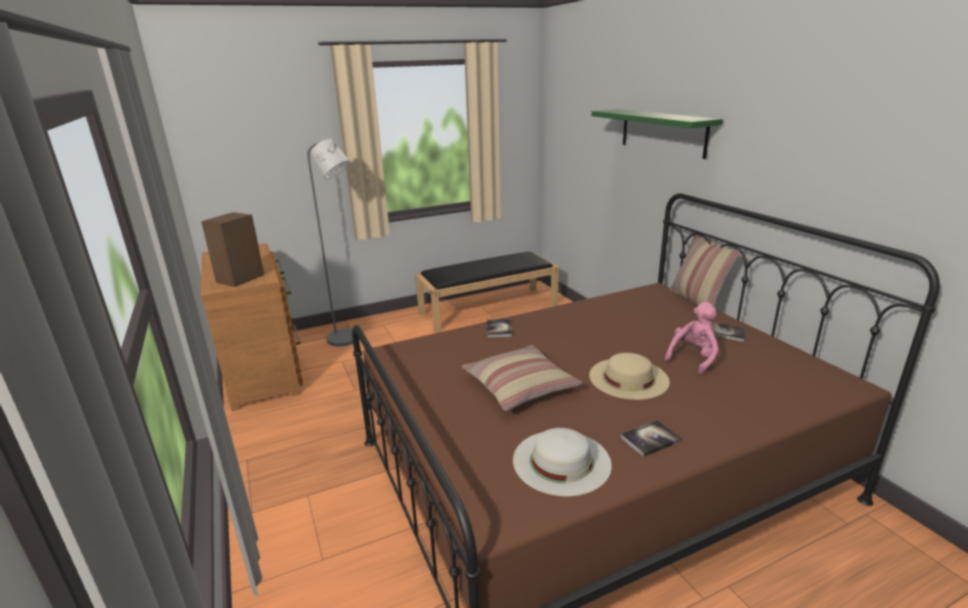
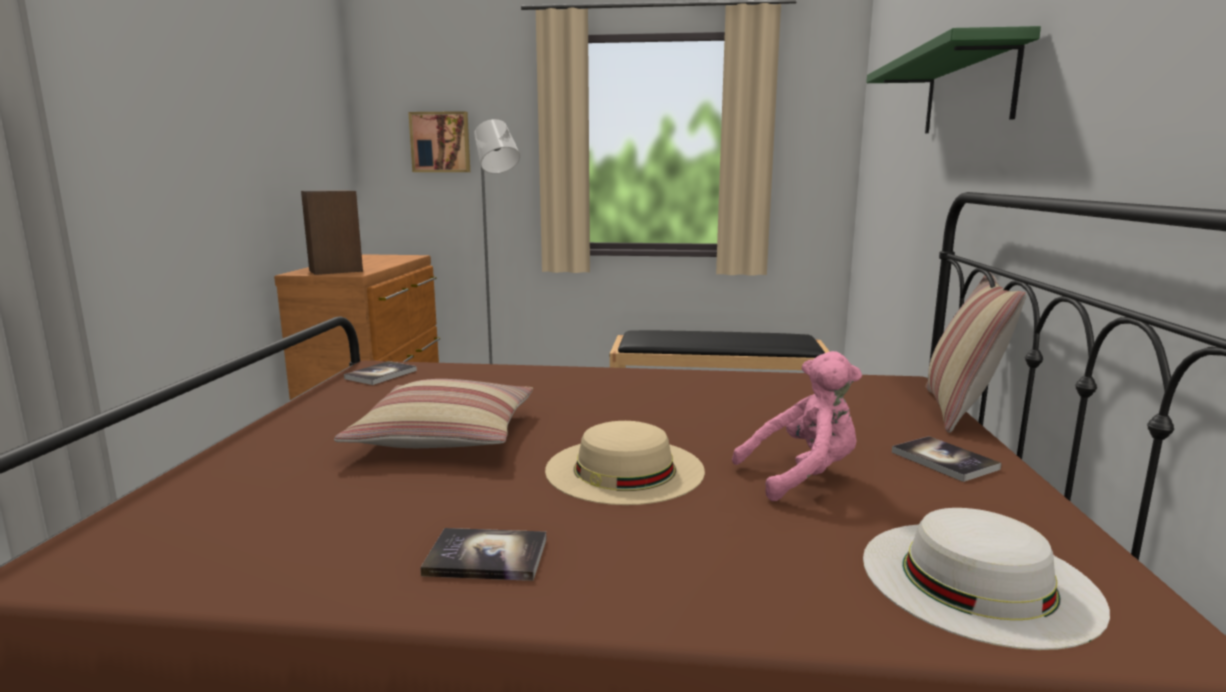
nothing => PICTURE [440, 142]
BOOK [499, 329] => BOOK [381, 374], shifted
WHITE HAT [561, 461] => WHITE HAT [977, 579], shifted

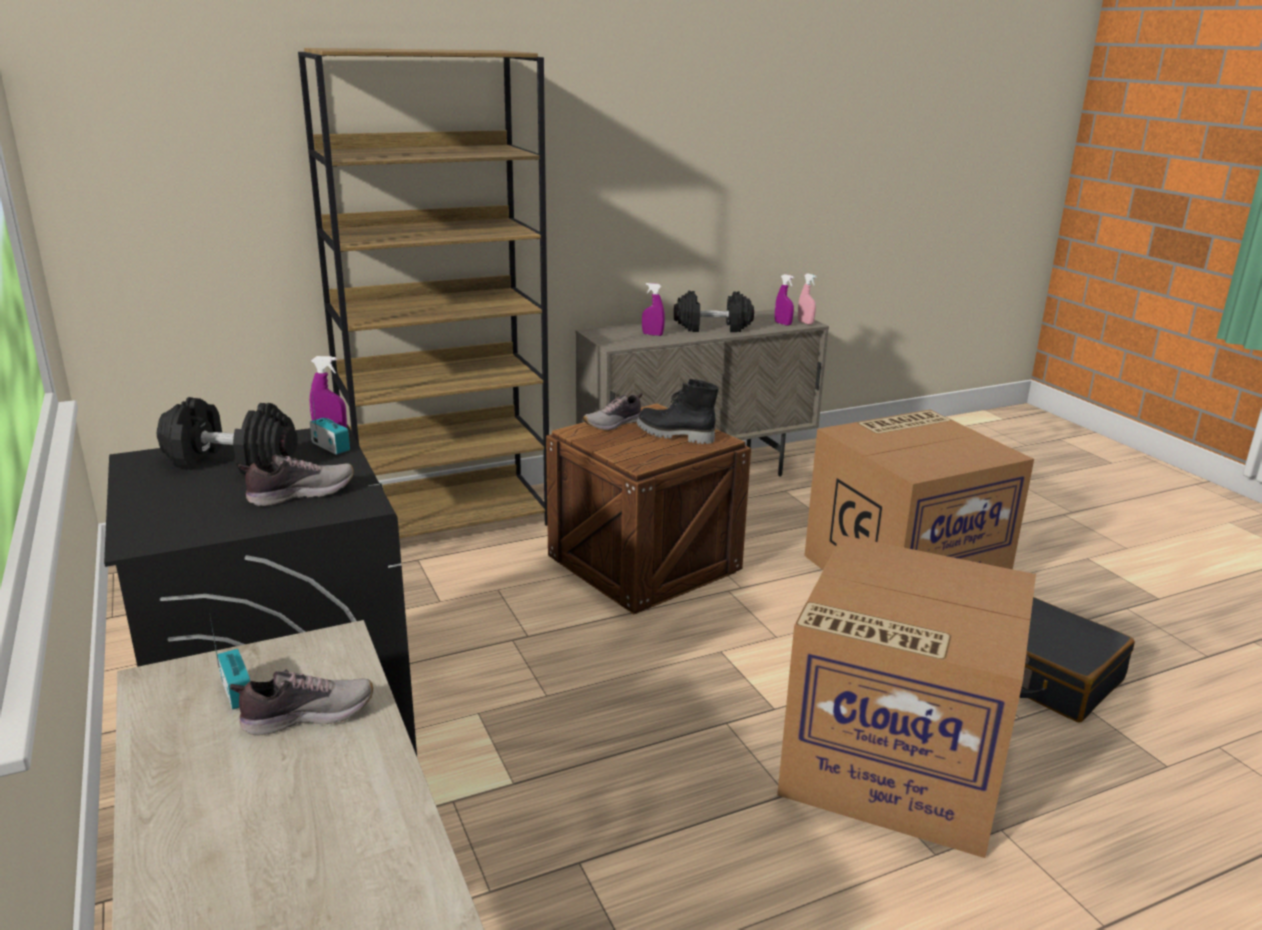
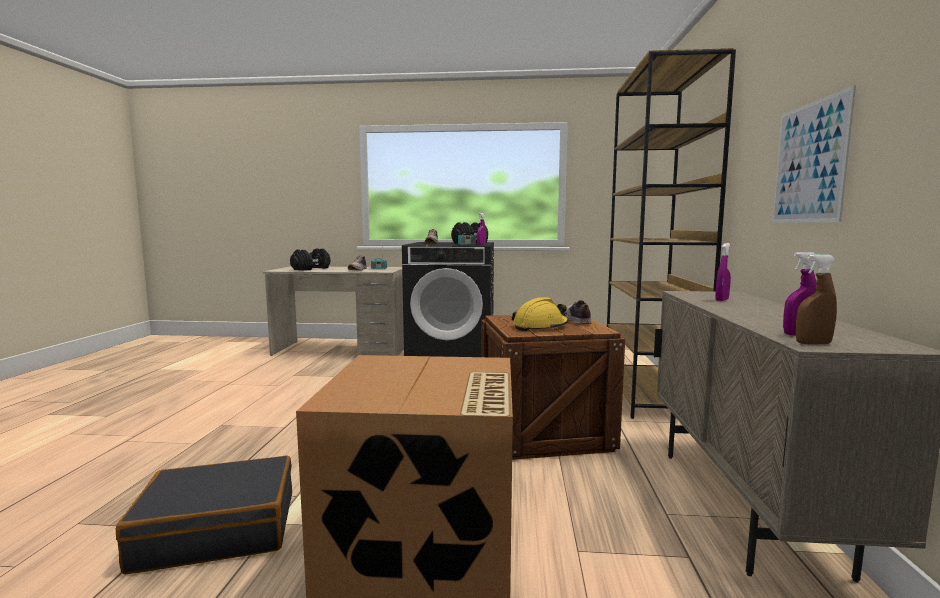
CARDBOARD BOX [891, 763] => nothing
nothing => PICTURE [809, 163]
BLACK DUMBBELL [712, 328] => BLACK DUMBBELL [311, 269], shifted
BLACK BOOT [674, 435] => YELLOW HARD HAT [540, 327]
PINK SPRAY BOTTLE [805, 323] => BROWN SPRAY BOTTLE [813, 343]

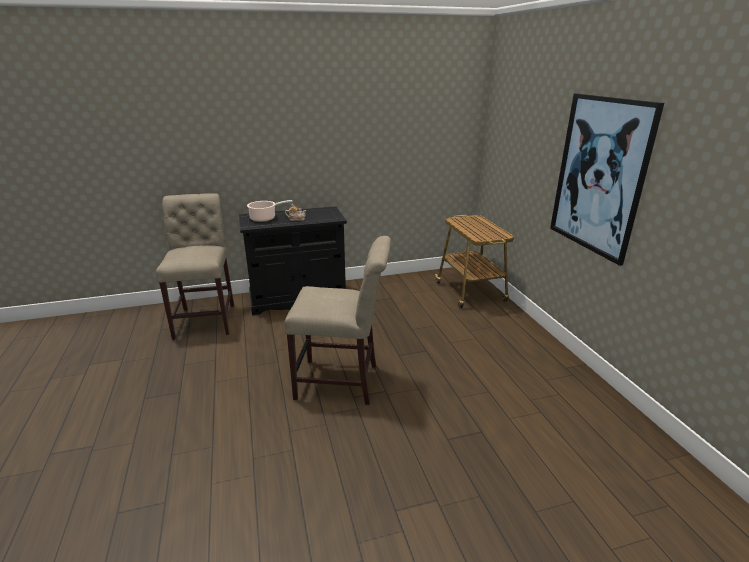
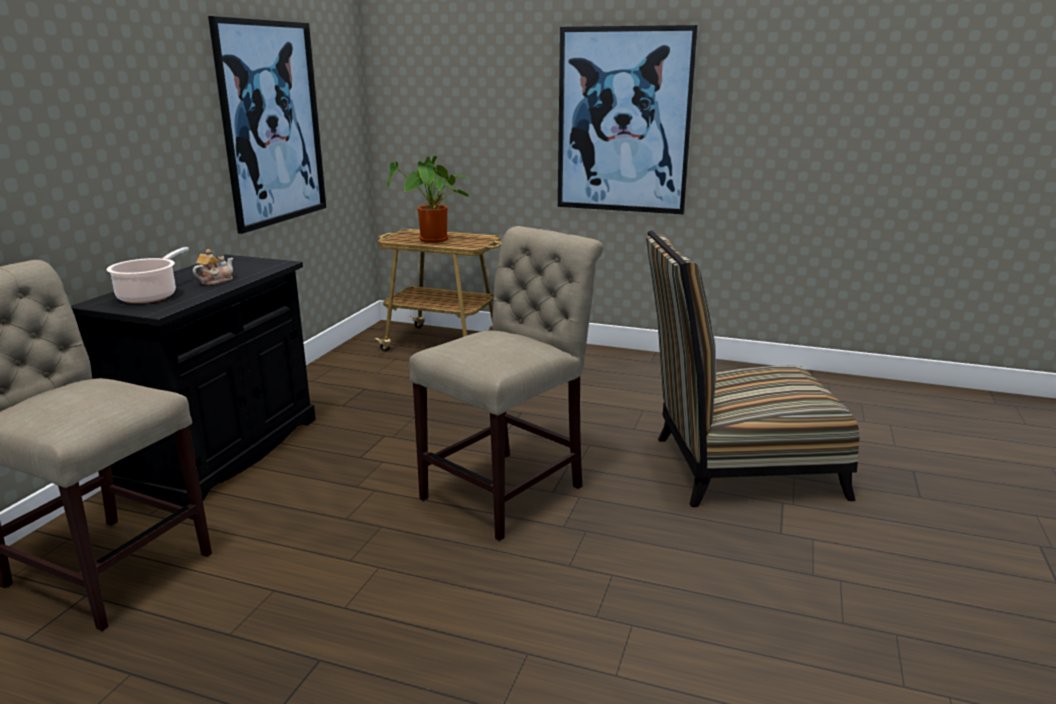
nothing => PICTURE [272, 124]
nothing => POTTED PLANT [433, 241]
nothing => CHAIR [735, 467]

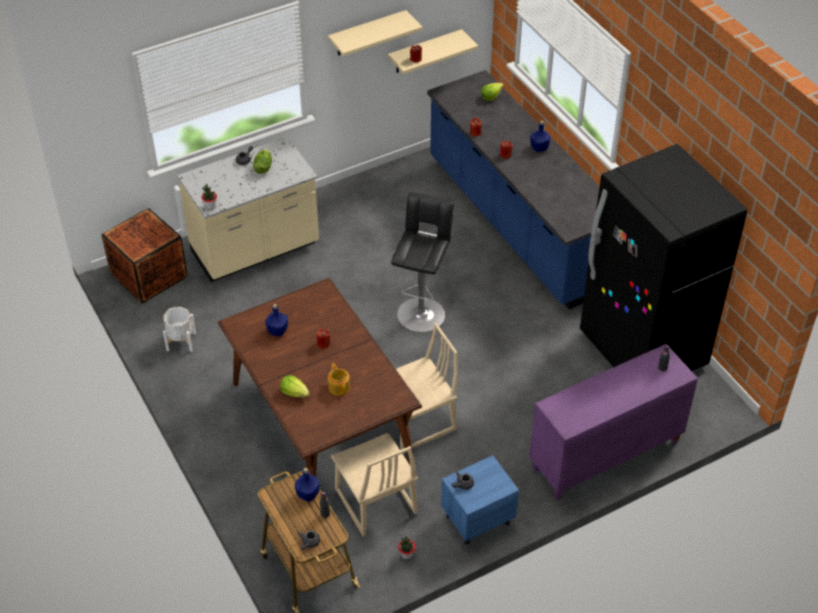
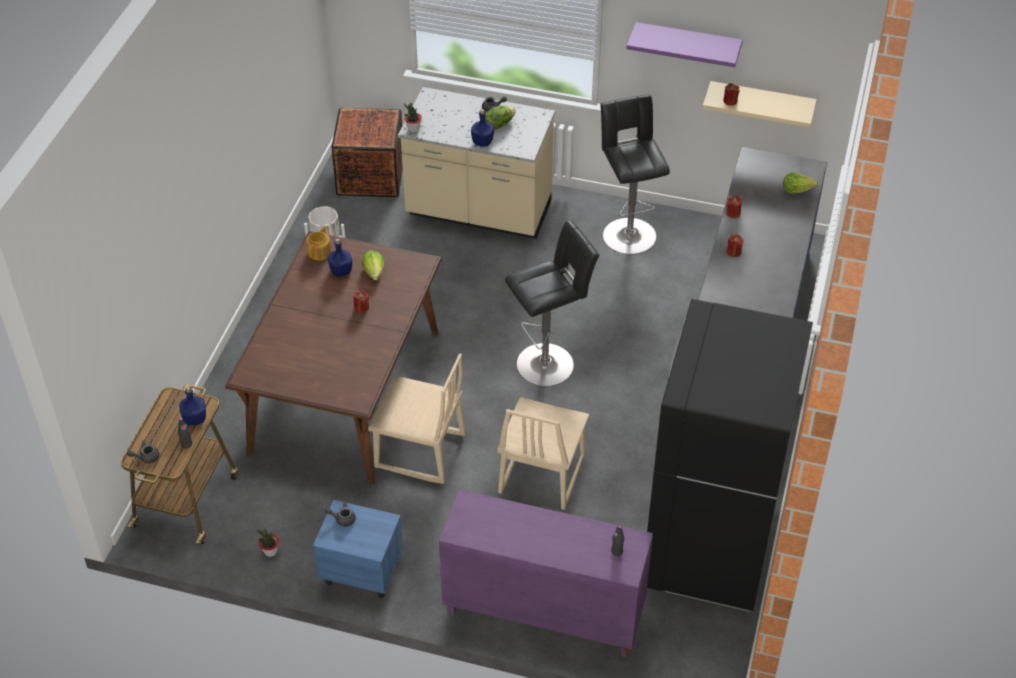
nothing => BLACK STOOL [627, 233]
LETTUCE [295, 392] => LETTUCE [374, 272], shifted
TEAPOT [339, 386] => TEAPOT [320, 252], shifted
BEIGE CHAIR [375, 502] => BEIGE CHAIR [540, 474], shifted
BLUE BOTTLE [539, 148] => BLUE BOTTLE [482, 142], shifted
BEIGE SHELF [367, 33] => PURPLE SHELF [687, 44]

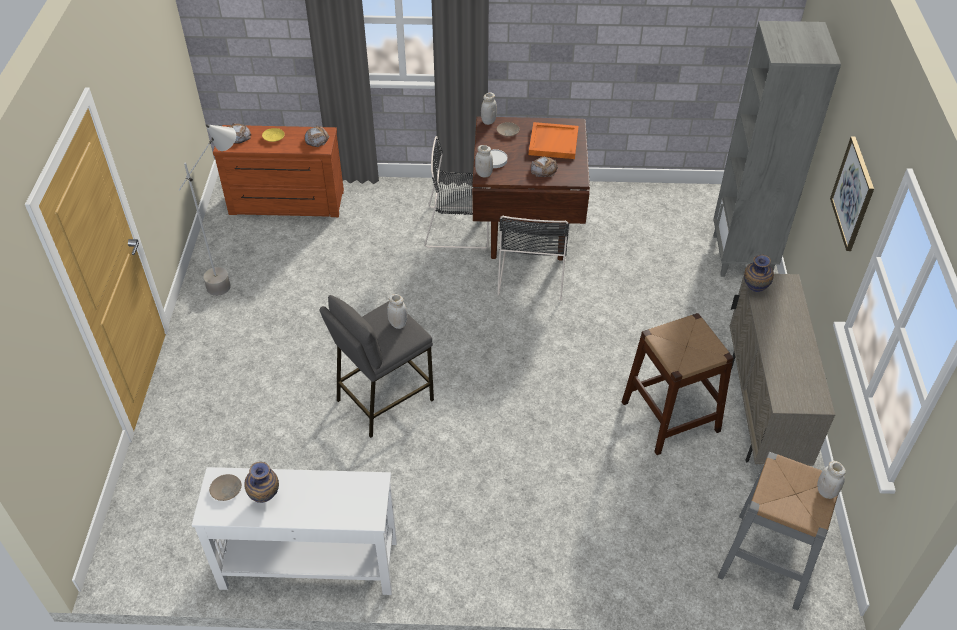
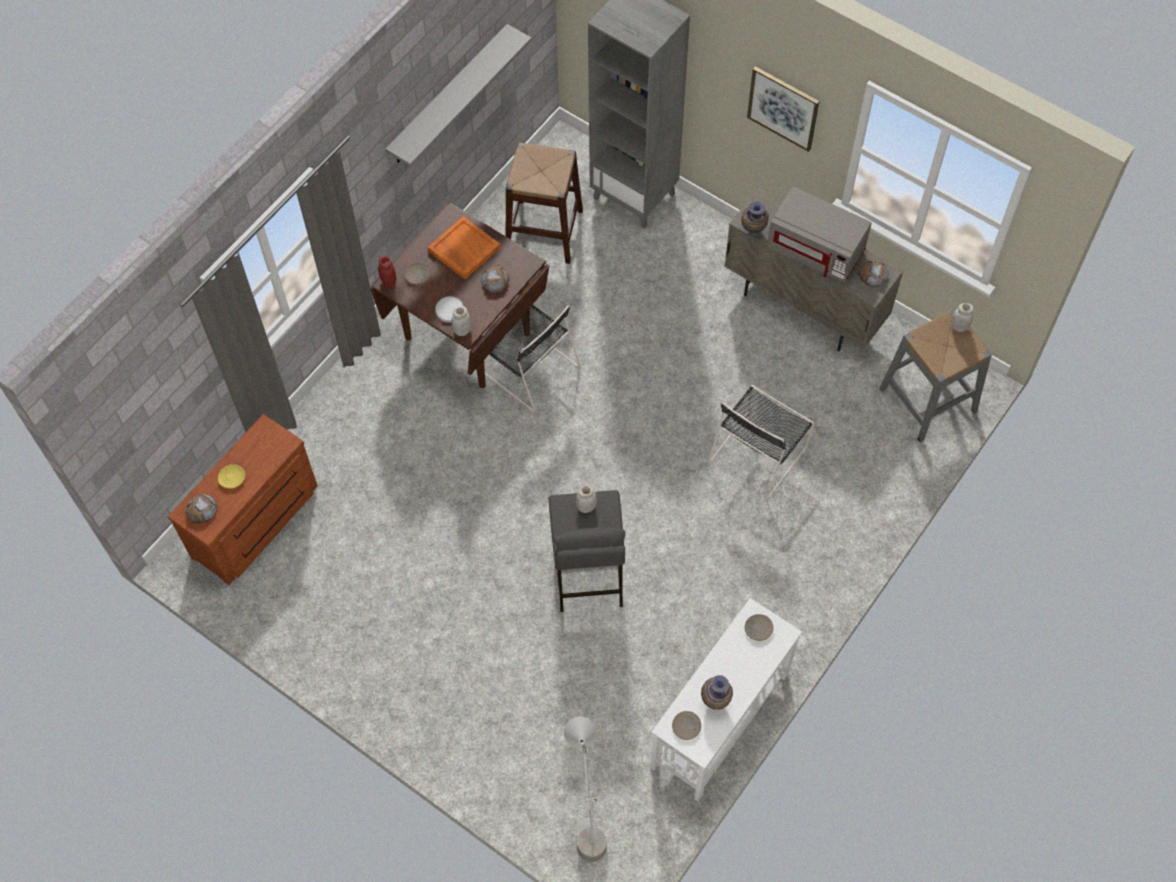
nothing => GREY SHELF [448, 96]
nothing => BEIGE PLATE [758, 629]
nothing => GREY MICROWAVE [816, 250]
GREY FLOOR LAMP [235, 277] => GREY FLOOR LAMP [587, 822], shifted
BREAD [316, 139] => BREAD [873, 275], shifted
BLACK CHAIR [460, 227] => BLACK CHAIR [759, 452], shifted
BROWN STOOL [670, 416] => BROWN STOOL [544, 231], shifted
WHITE JAR [488, 121] => RED JAR [388, 281]

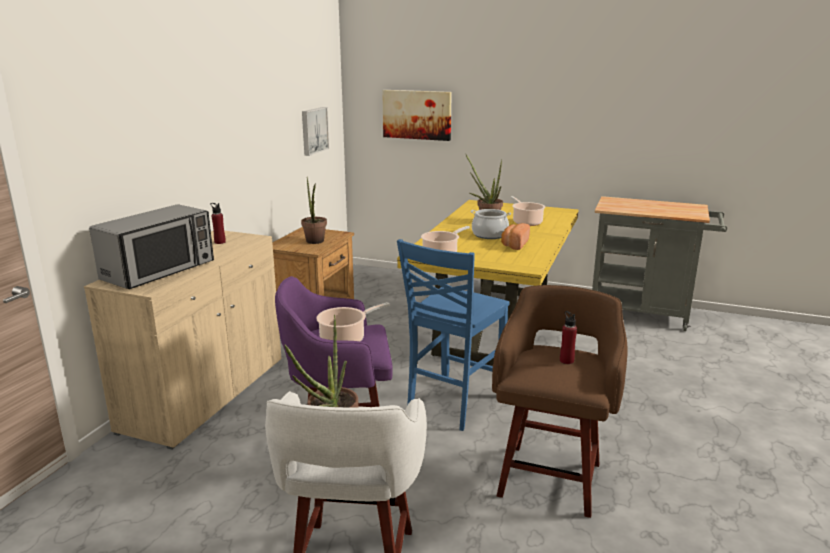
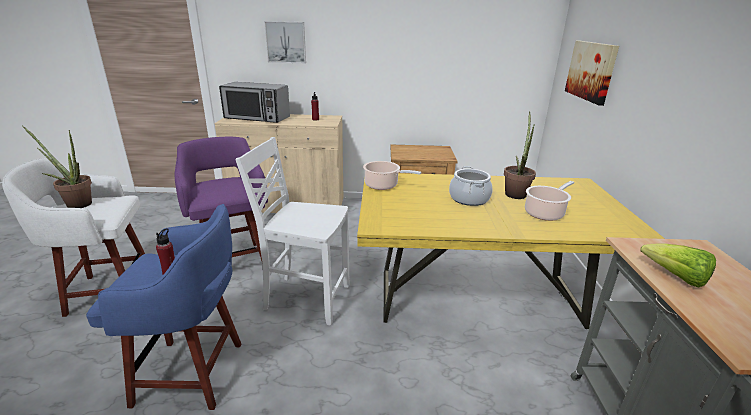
POTTED PLANT [315, 242] => nothing
COOKING POT [345, 339] => nothing
BREAD [514, 245] => nothing
nothing => LETTUCE [675, 277]
PICTURE [313, 130] => PICTURE [286, 42], shifted
BLUE CHAIR [453, 403] => WHITE CHAIR [305, 298]
BROWN STOOL [550, 476] => BLUE STOOL [194, 373]

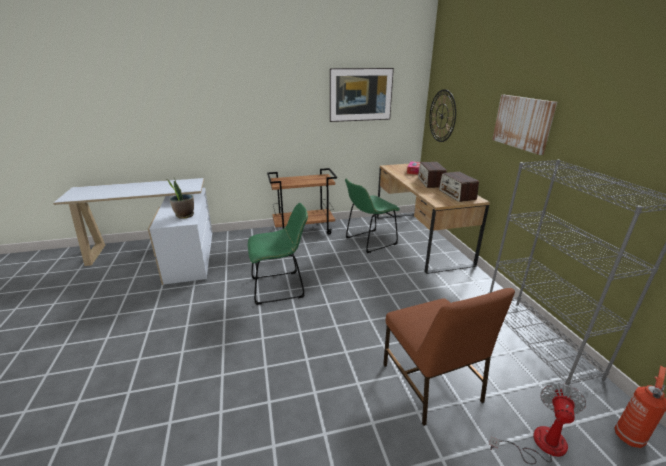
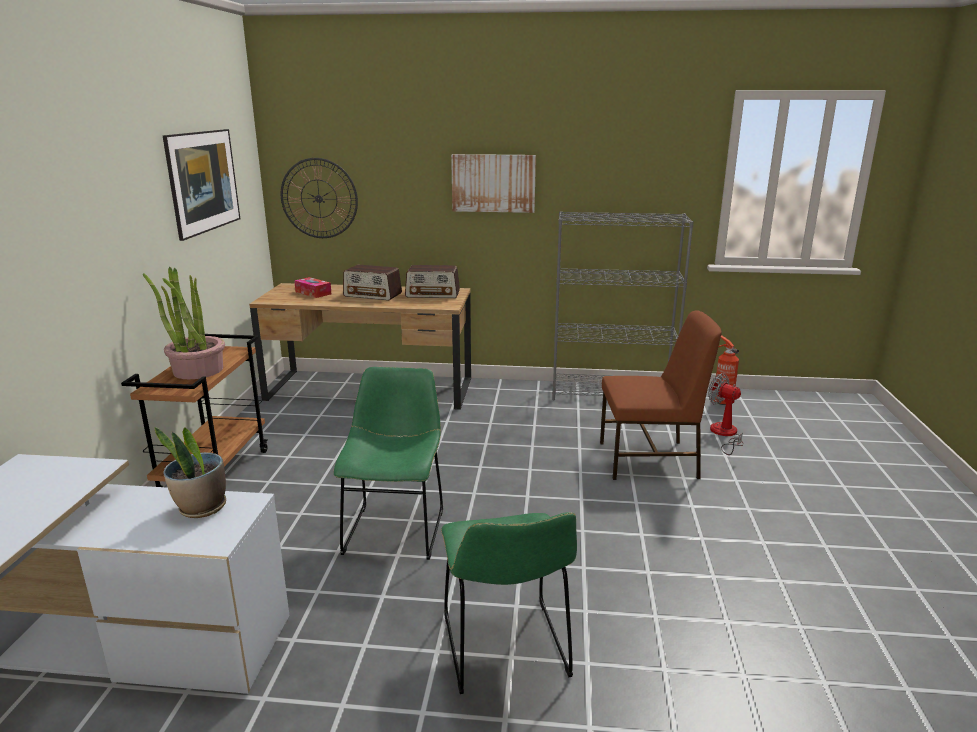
nothing => POTTED PLANT [197, 370]
GREEN CHAIR [368, 242] => GREEN CHAIR [506, 651], shifted

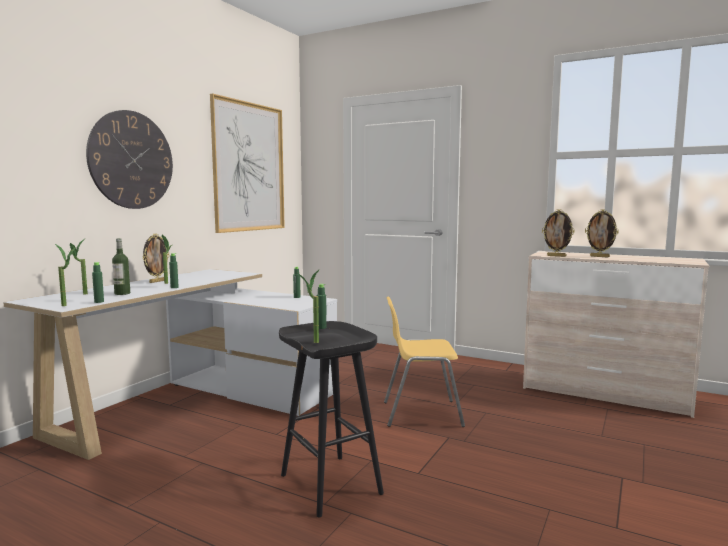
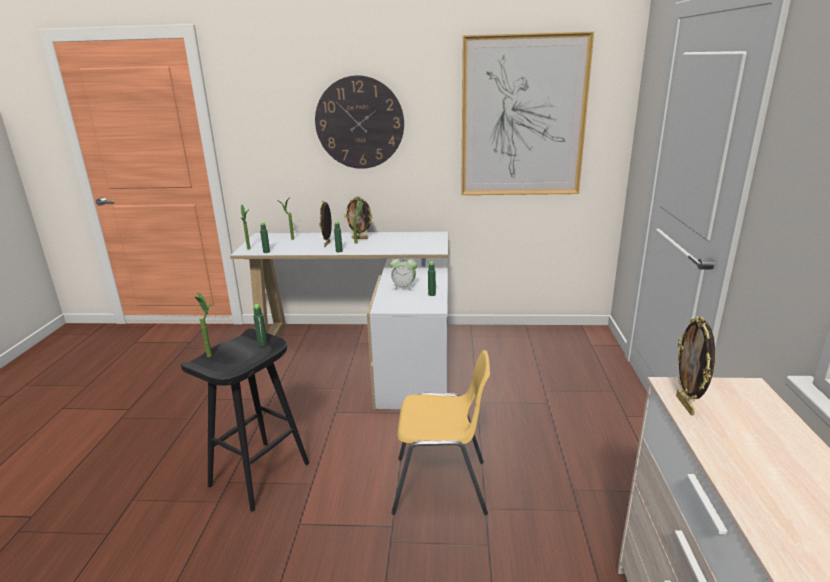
BOTTLE [122, 293] => nothing
nothing => ALARM CLOCK [404, 287]
PICTURE FRAME [600, 256] => PICTURE FRAME [328, 244], shifted
YELLOW CHAIR [420, 413] => YELLOW CHAIR [441, 486], 120 degrees clockwise

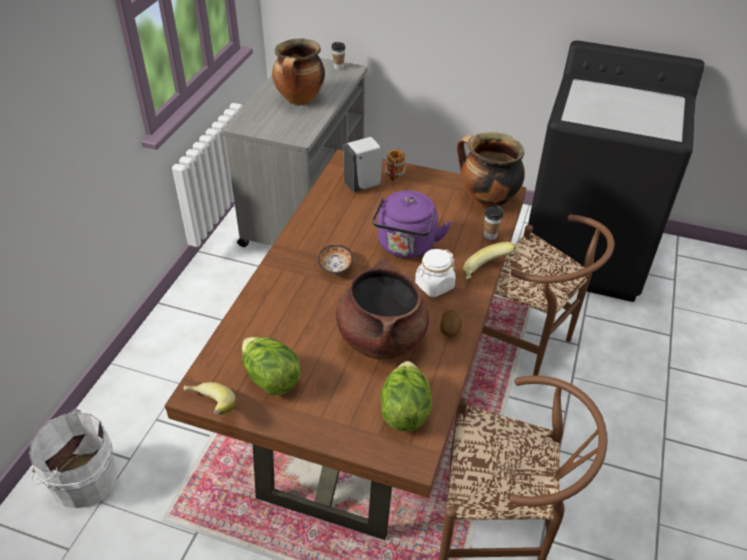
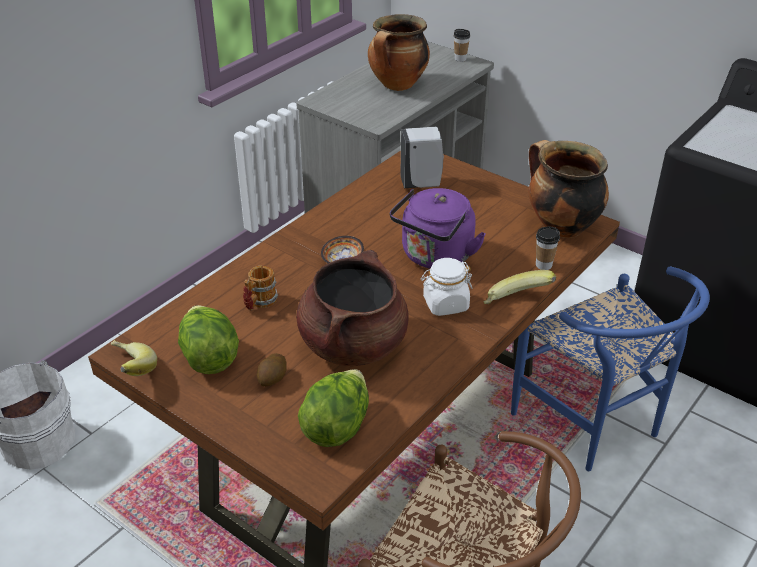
MUG [394, 176] => MUG [259, 303], shifted
POTATO [450, 330] => POTATO [272, 379], shifted
BROWN CHAIR [526, 345] => BLUE CHAIR [596, 427]

